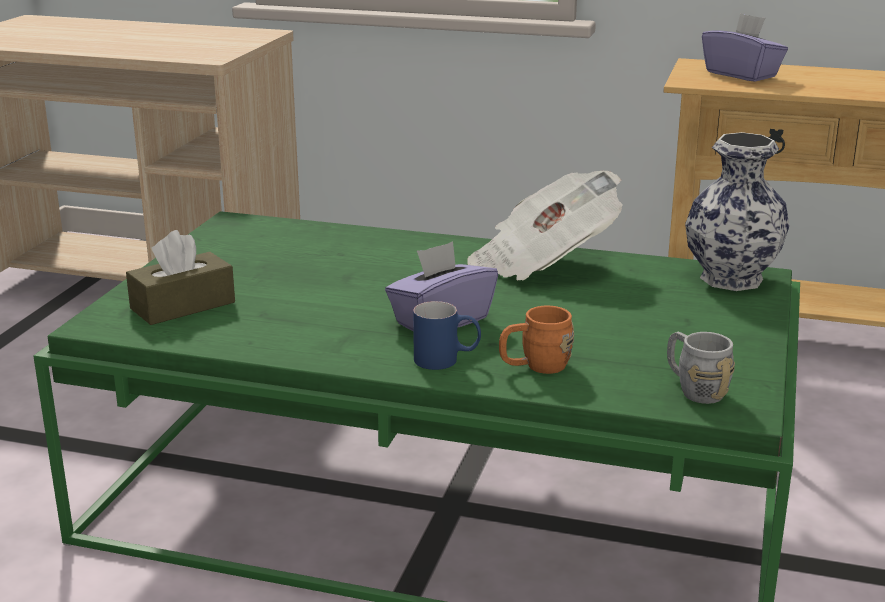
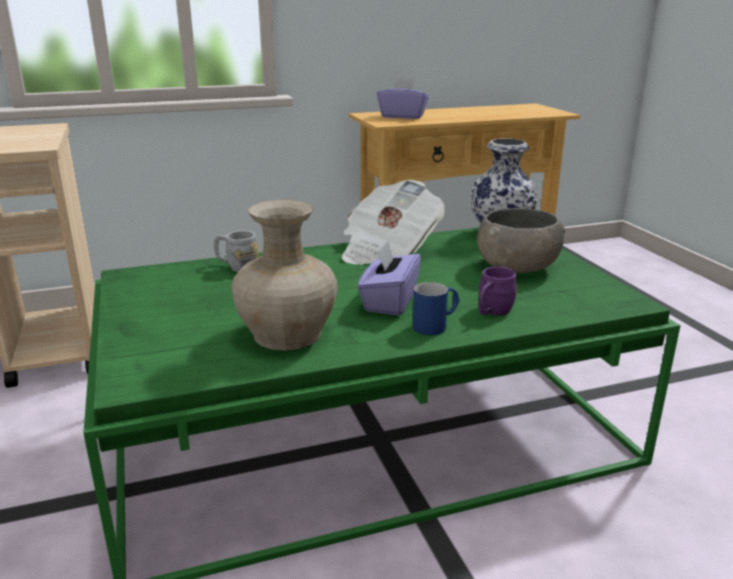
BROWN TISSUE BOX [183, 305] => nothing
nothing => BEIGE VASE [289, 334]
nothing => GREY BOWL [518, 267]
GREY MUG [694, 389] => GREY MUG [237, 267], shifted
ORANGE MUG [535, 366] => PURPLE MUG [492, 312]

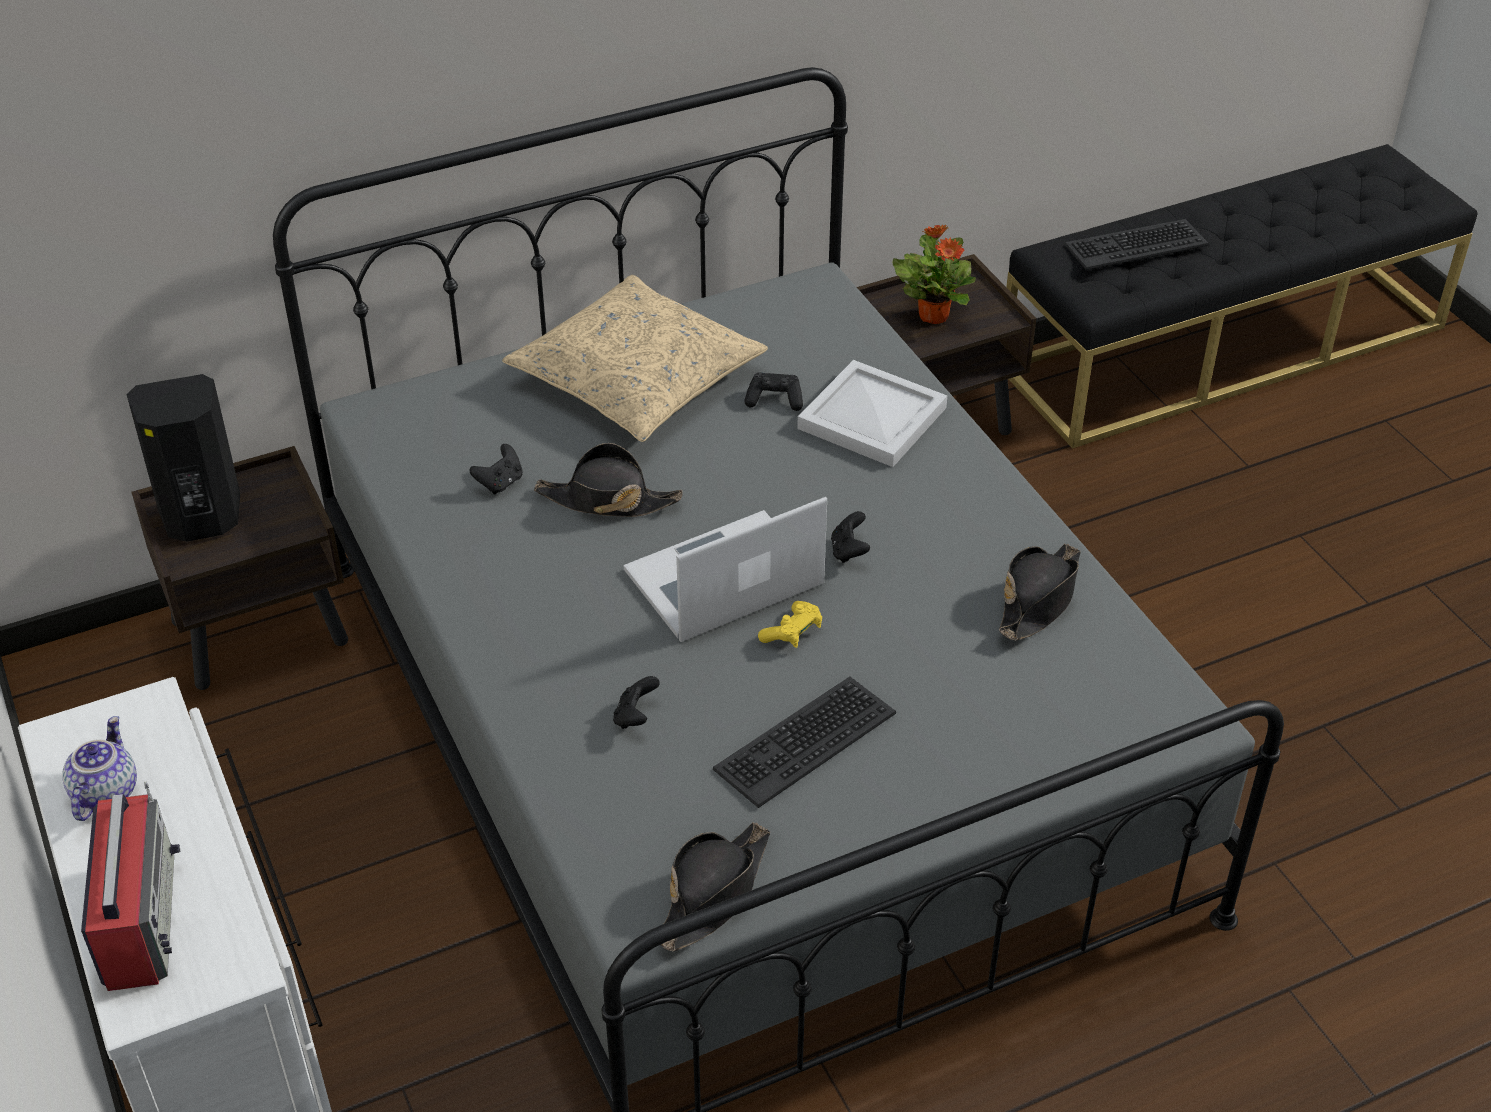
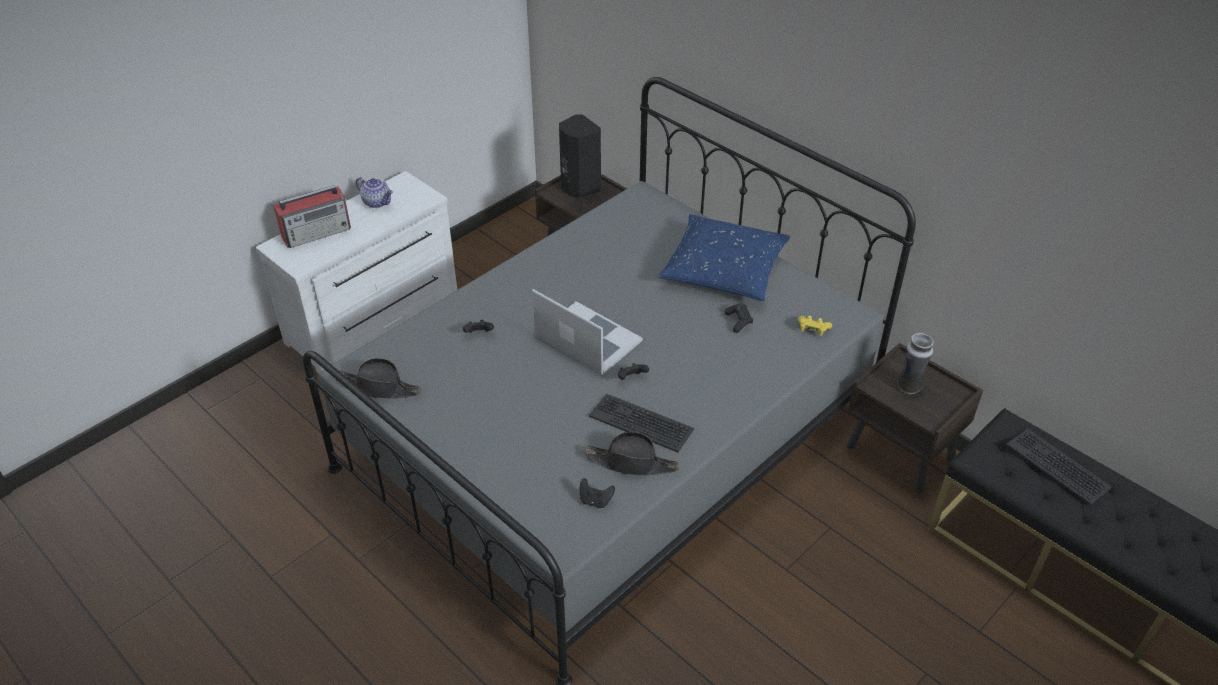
BLACK HAT [607, 500] => nothing
WHITE TRAY [874, 417] => nothing
BLACK GAME CONTROLLER [500, 483] => BLACK GAME CONTROLLER [595, 501], shifted
KEYBOARD [804, 741] => KEYBOARD [641, 422], shifted
YELLOW GAME CONTROLLER [792, 633] => YELLOW GAME CONTROLLER [813, 329], shifted
POTTED PLANT [933, 315] => VASE [909, 387]
BEIGE PILLOW [637, 378] => BLUE PILLOW [724, 269]
TEAPOT [104, 792] => TEAPOT [377, 202], 45 degrees clockwise

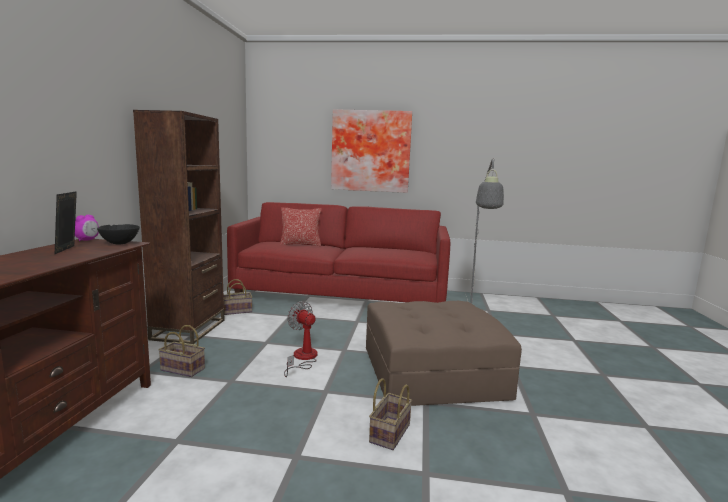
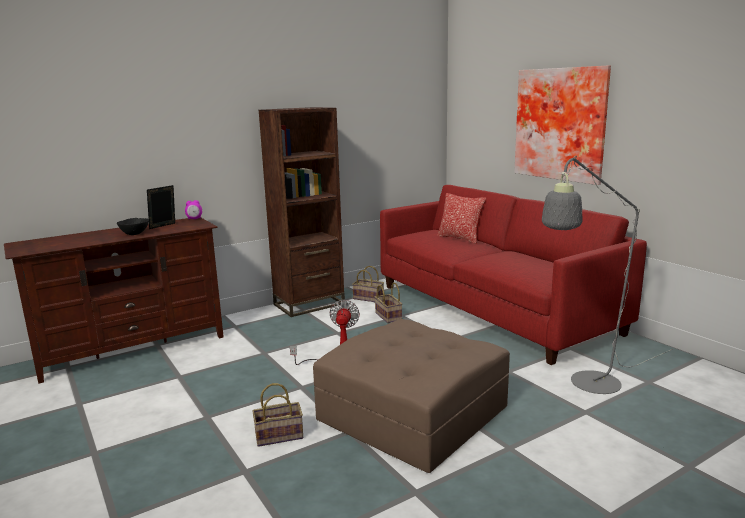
BLACK BOWL [120, 243] => BLACK BOWL [135, 234], shifted
BASKET [181, 369] => BASKET [387, 316], shifted

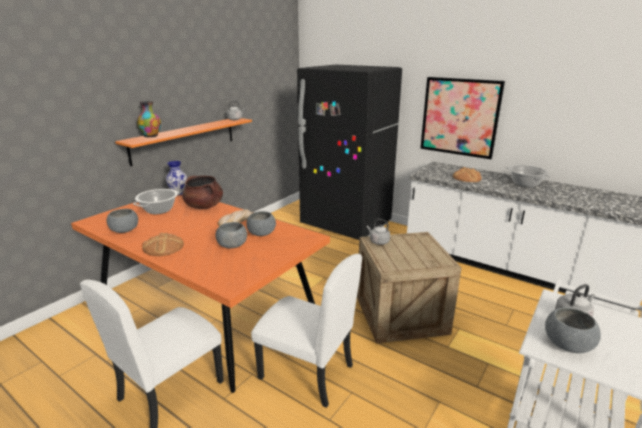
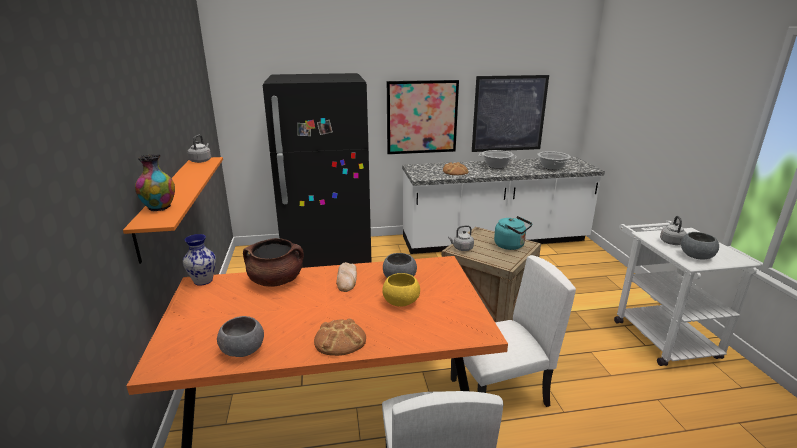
nothing => PICTURE [509, 113]
nothing => TURQUOISE KETTLE [511, 245]
COOKING POT [159, 210] => COOKING POT [552, 167], shifted
GREY BOWL [232, 245] => YELLOW BOWL [401, 301]

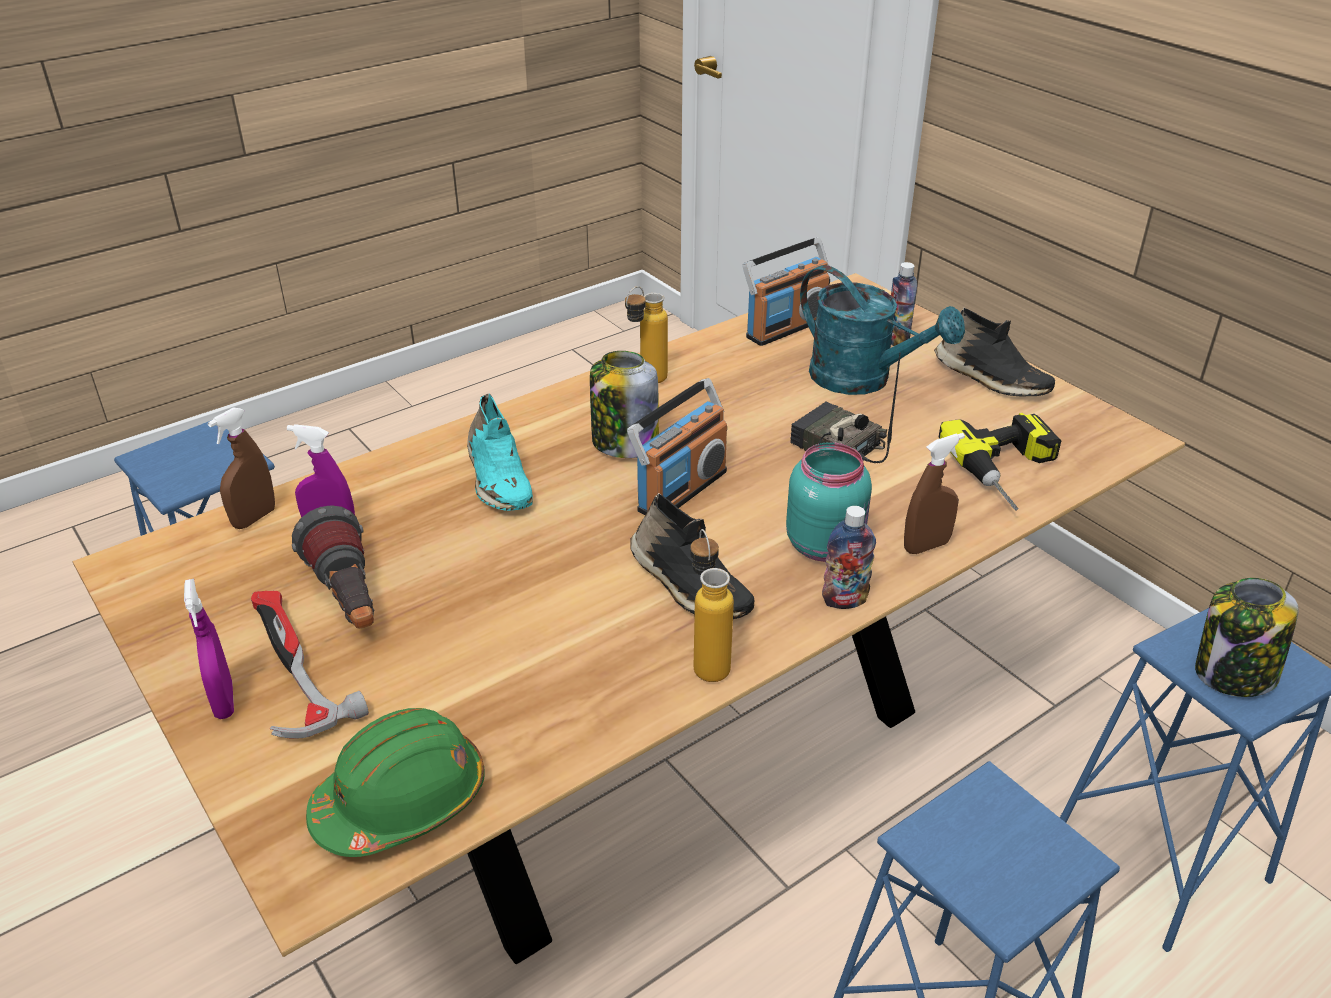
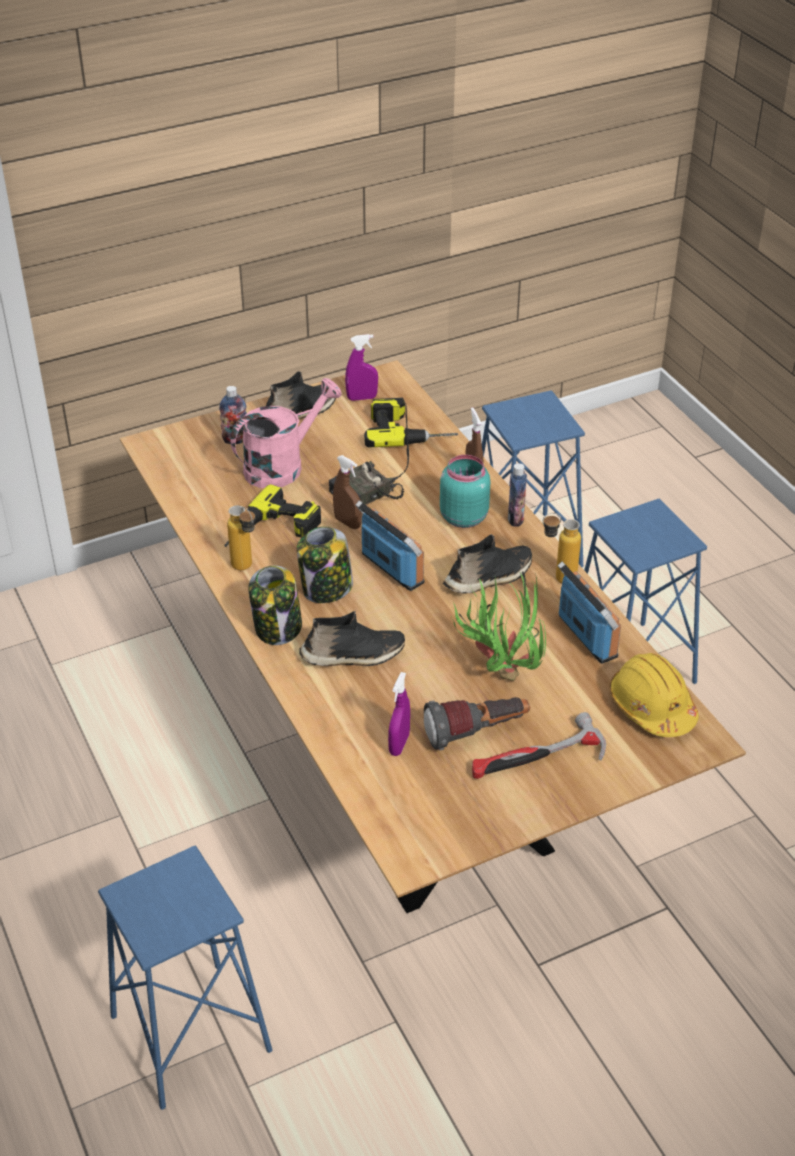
nothing => POWER DRILL [273, 532]
nothing => POTTED PLANT [499, 671]
PURPLE SPRAY BOTTLE [224, 701] => PURPLE SPRAY BOTTLE [362, 398], shifted
BROWN SPRAY BOTTLE [254, 518] => BROWN SPRAY BOTTLE [348, 523], shifted
RADIO [785, 328] => RADIO [586, 636], shifted
JAR [1233, 674] => JAR [278, 628], shifted
GREEN HARD HAT [402, 801] => YELLOW HARD HAT [651, 707]
TURQUOISE SHOE [498, 478] => BLACK SHOE [353, 655]
TURQUOISE WATERING CAN [863, 380] => PINK WATERING CAN [282, 465]

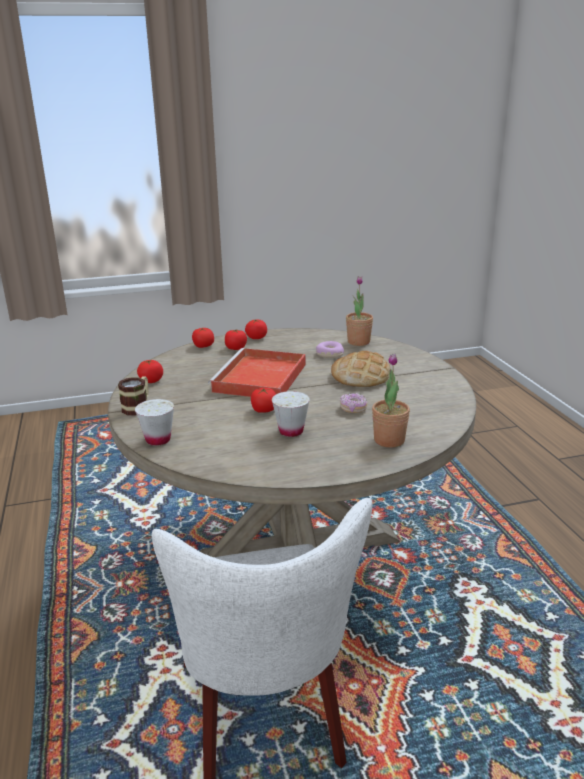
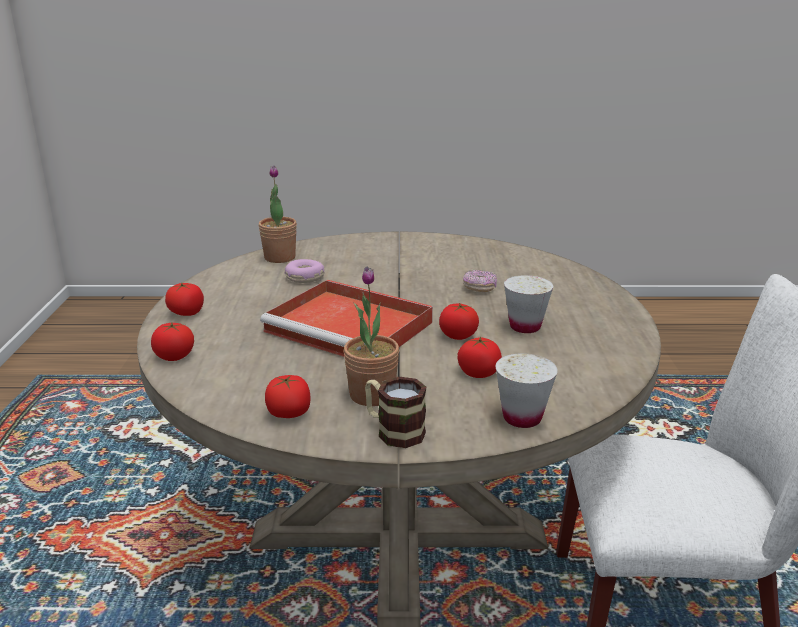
BREAD [360, 376] => nothing
TOMATO [236, 348] => TOMATO [479, 373], shifted
POTTED PLANT [389, 440] => POTTED PLANT [372, 395], shifted

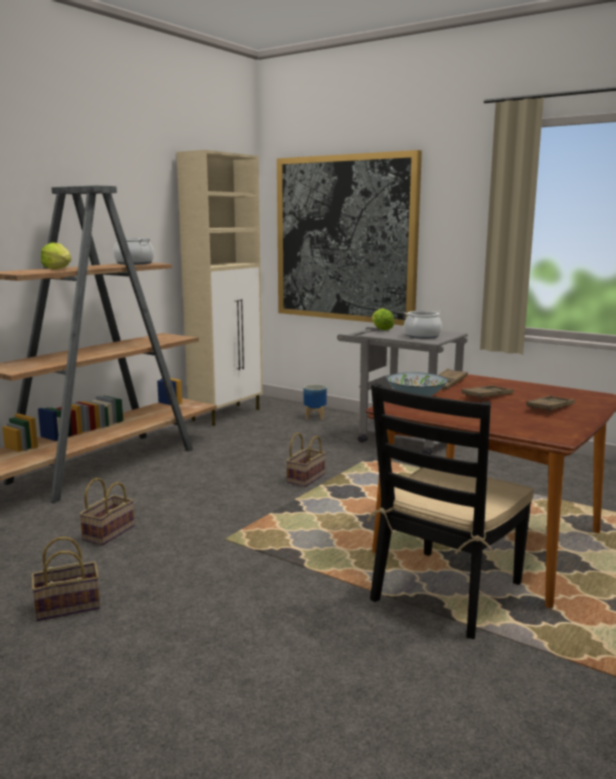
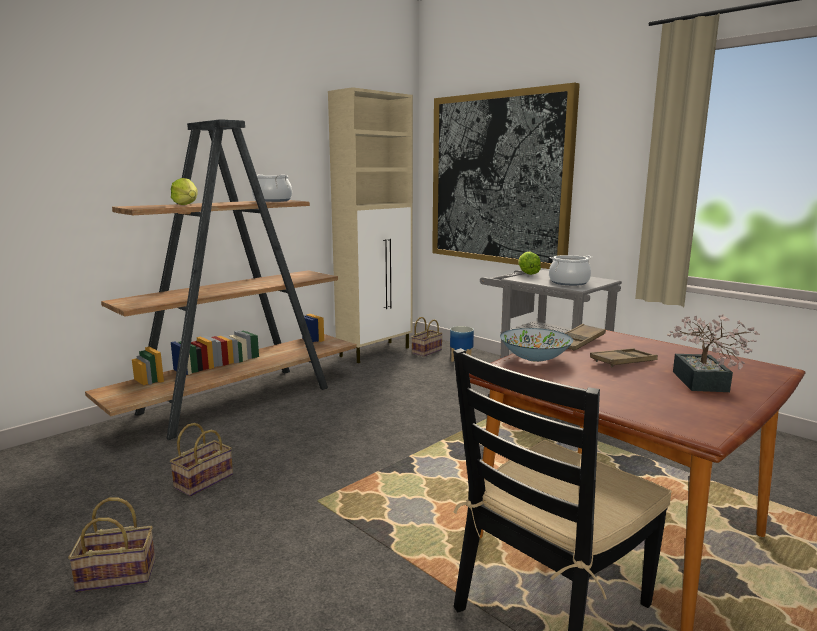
BASKET [305, 478] => BASKET [426, 351], shifted
BROWN TRAY [550, 407] => POTTED PLANT [702, 384]

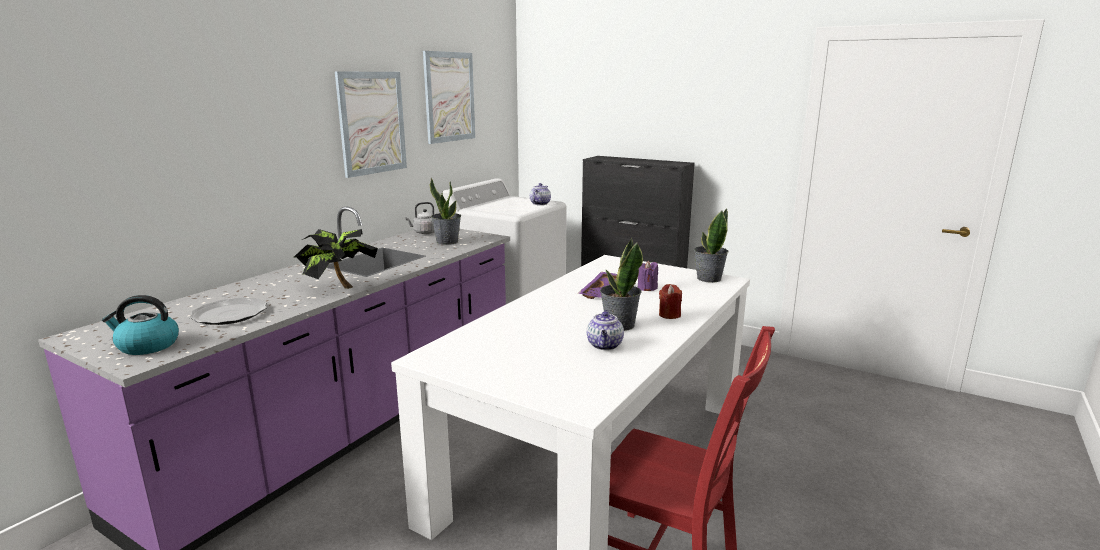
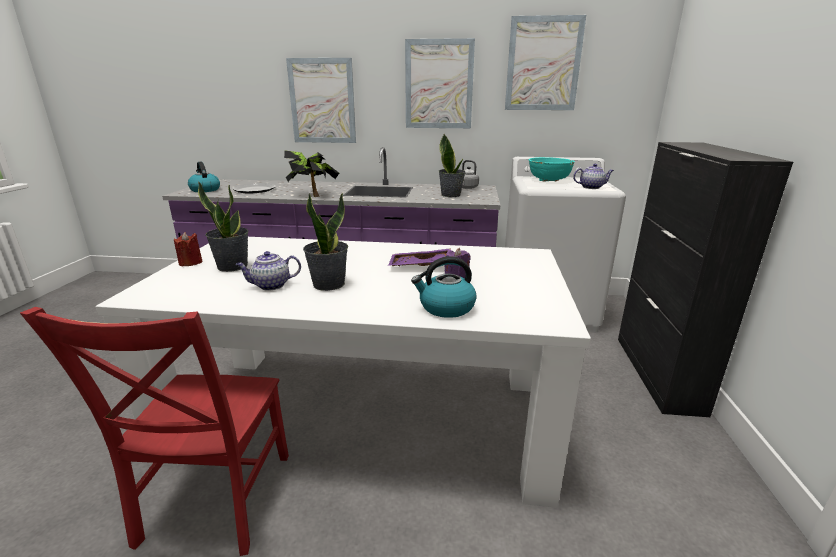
nothing => PICTURE [322, 101]
nothing => KETTLE [446, 307]
nothing => TURQUOISE BOWL [549, 180]
RED CANDLE [669, 315] => RED CANDLE [190, 263], shifted
POTTED PLANT [708, 278] => POTTED PLANT [232, 266], shifted

